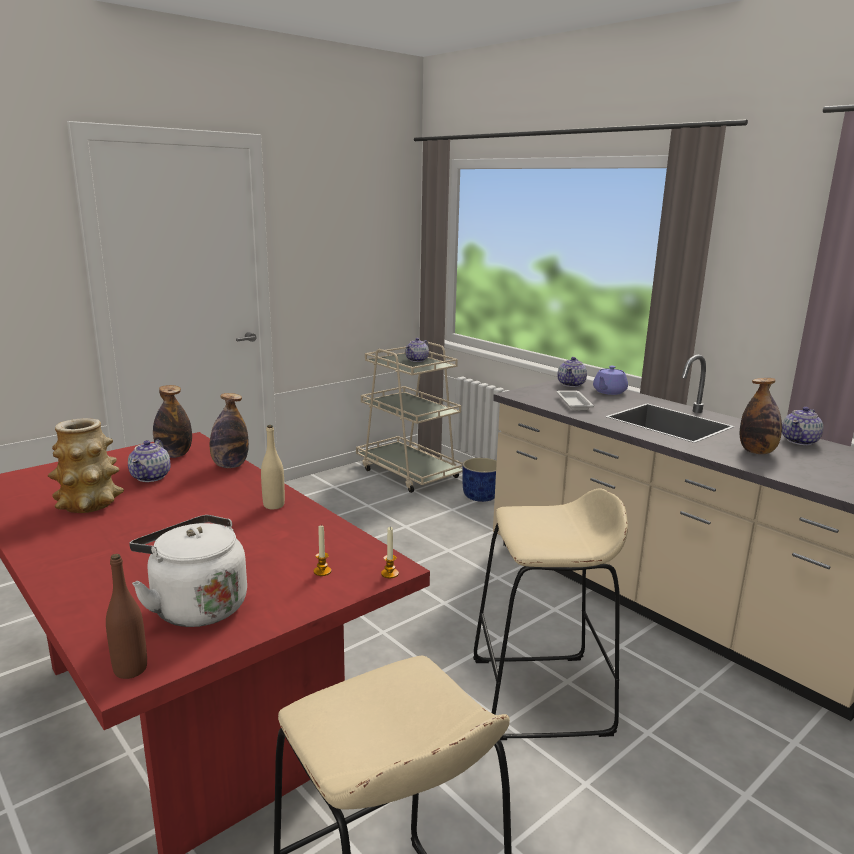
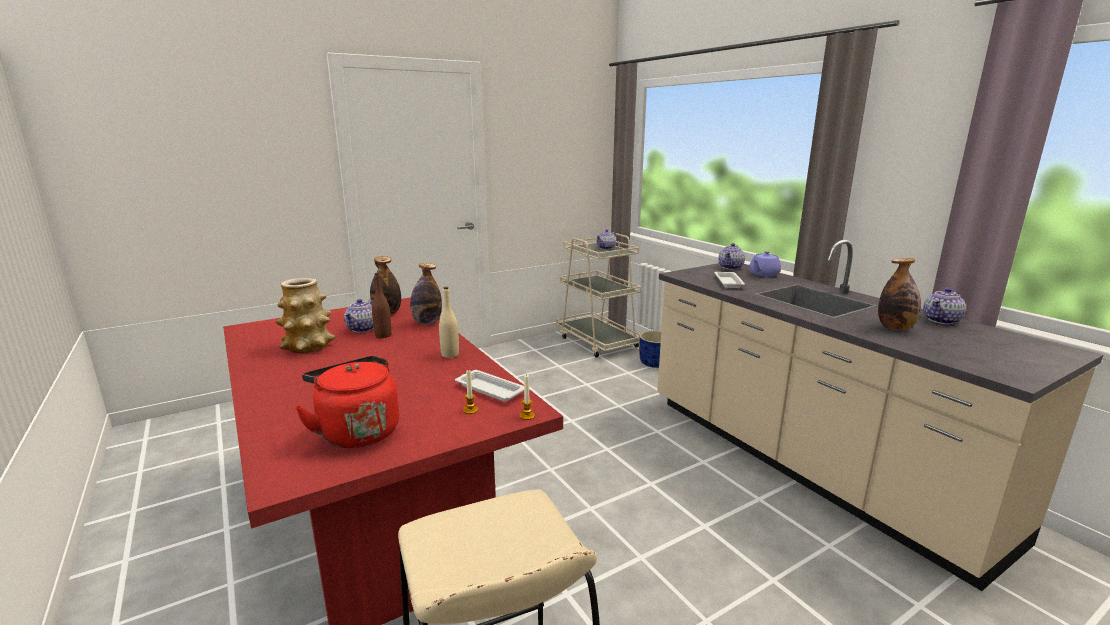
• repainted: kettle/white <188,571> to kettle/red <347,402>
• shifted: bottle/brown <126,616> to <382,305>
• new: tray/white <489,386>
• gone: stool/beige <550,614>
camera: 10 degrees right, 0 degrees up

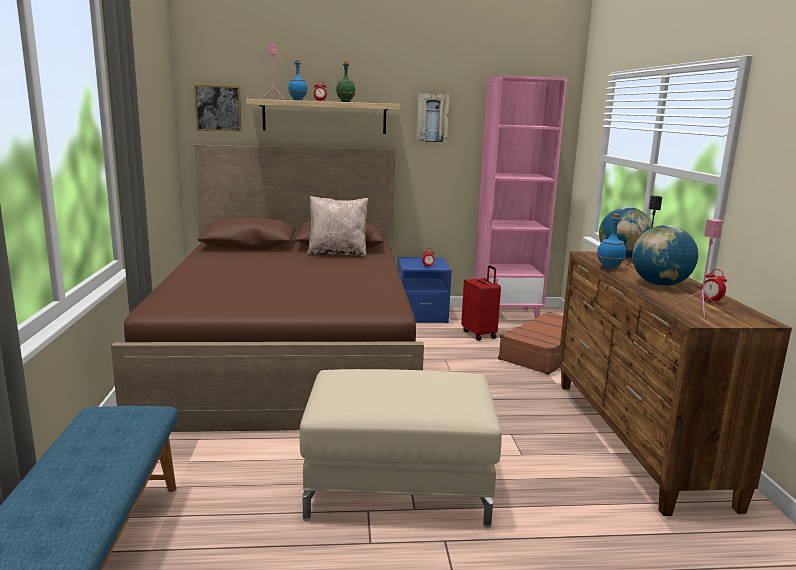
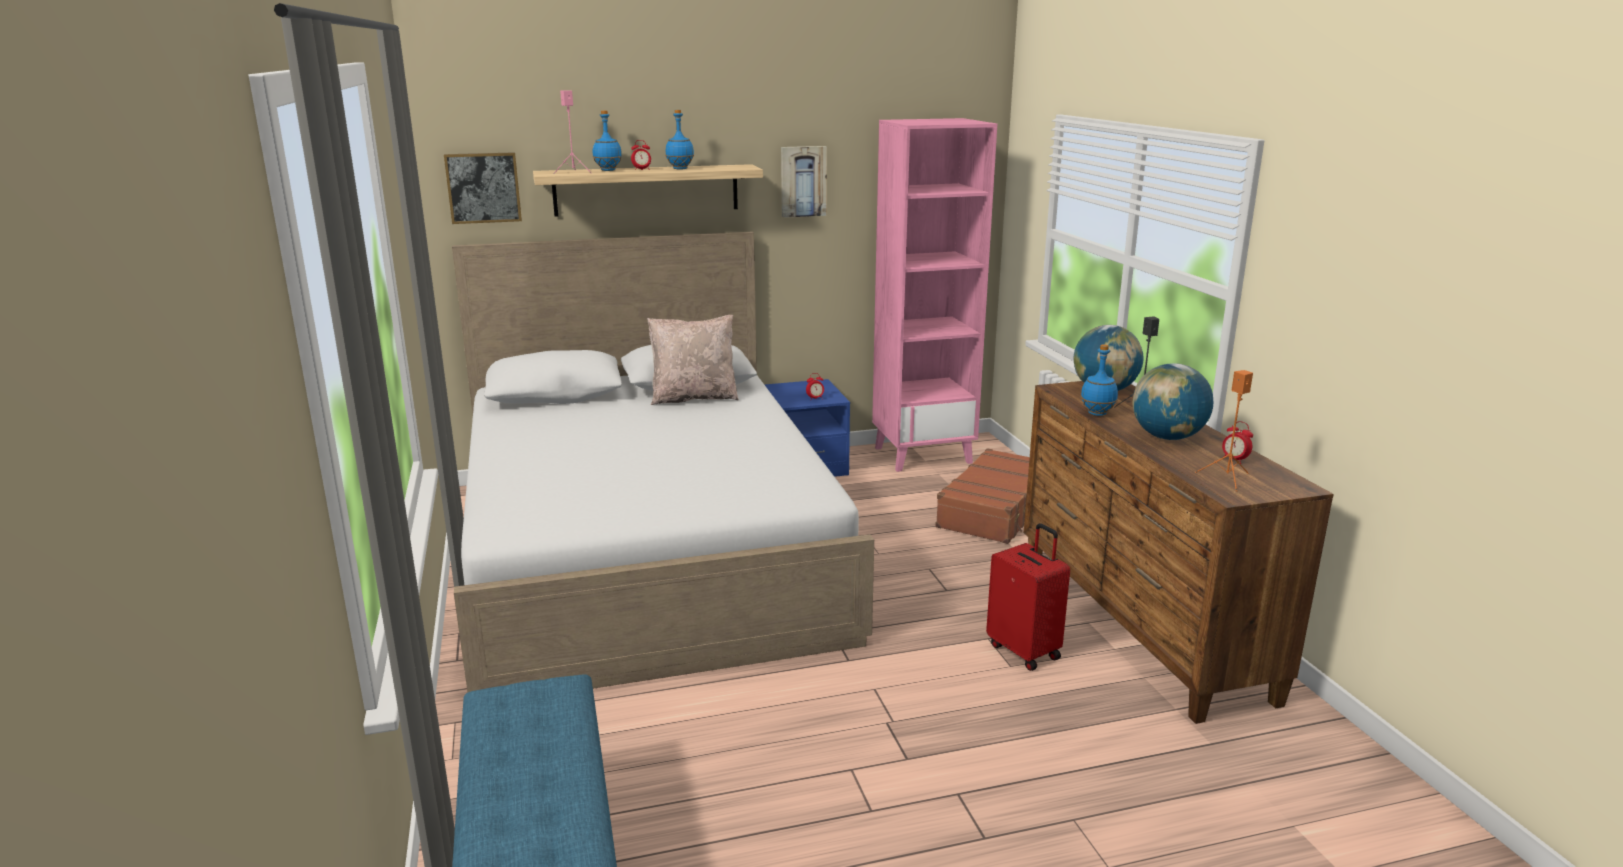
• repainted: bed/brown <267,288> to bed/white <663,462>
• repainted: bottle/green <345,82> to bottle/blue <679,140>
• shifted: suitcase/red <481,303> to <1028,597>
• repainted: speaker/pink <698,269> to speaker/orange <1224,430>
• gone: ottoman/beige <401,448>
camera: 10 degrees left, 5 degrees up

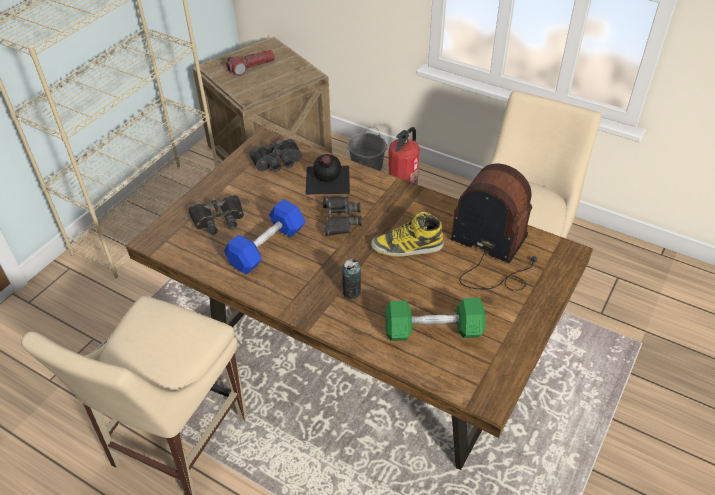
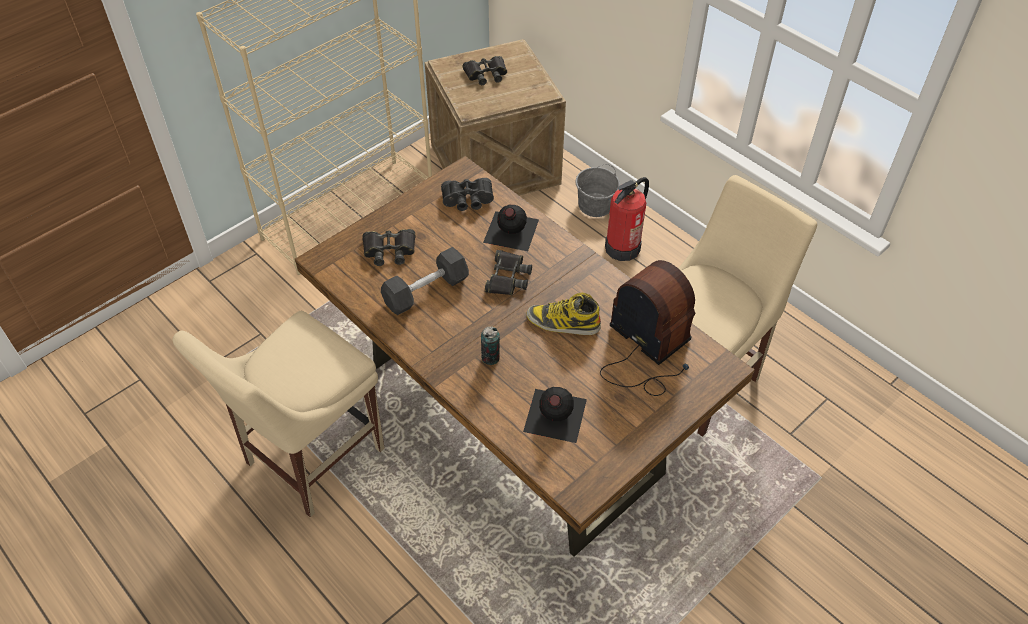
• repainted: dumbbell/blue <264,236> to dumbbell/grey <425,281>
• swapped: flashlight <250,63> to binoculars/black <484,70>
• swapped: dumbbell/green <435,319> to bottle/black <555,415>
camera: 15 degrees right, 5 degrees up

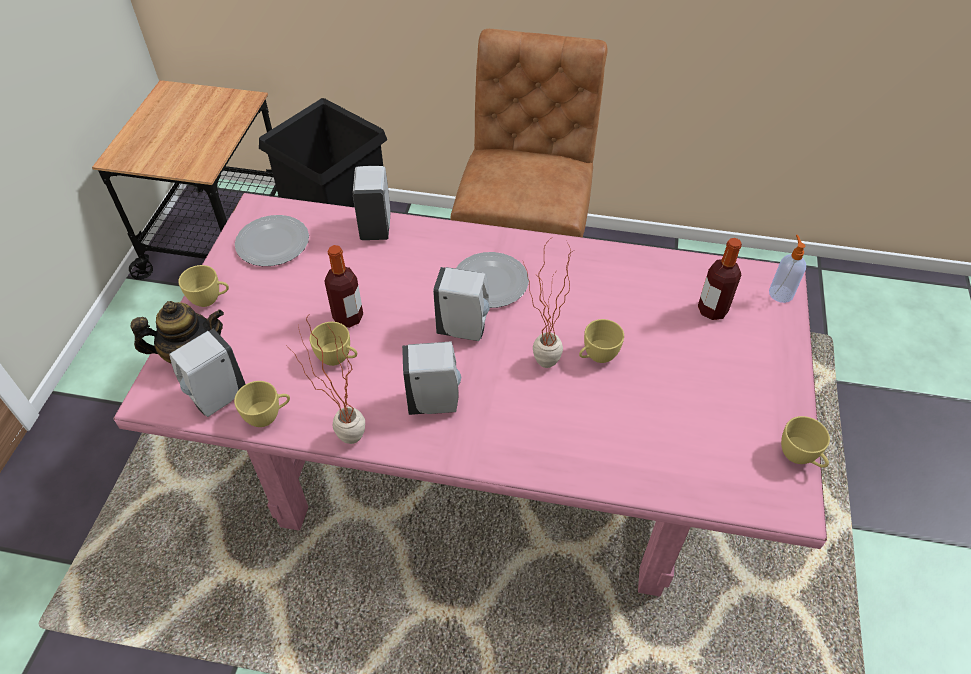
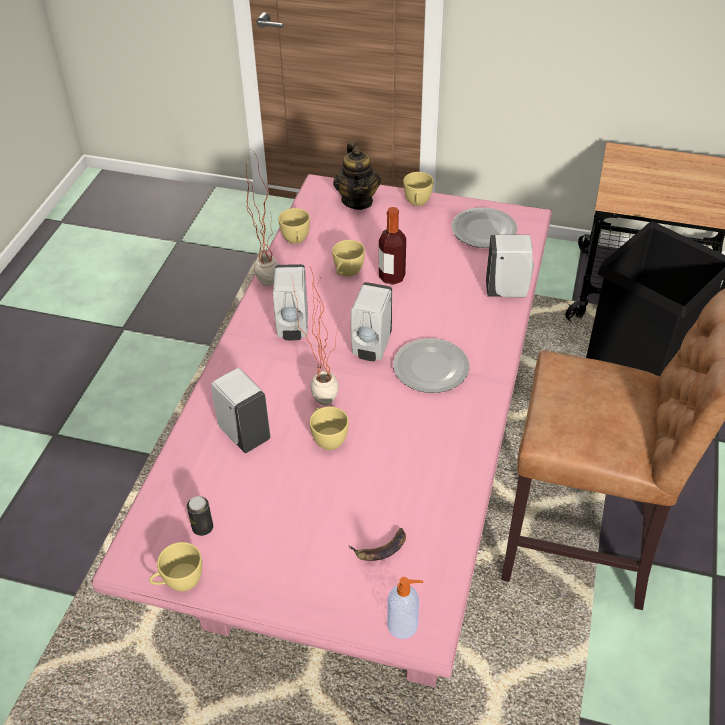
• new: can <200,516>
• shifted: soap dispenser/white <207,373> to <241,410>
• swapped: bottle <720,279> to banana <377,544>
camera: 95 degrees right, 5 degrees down

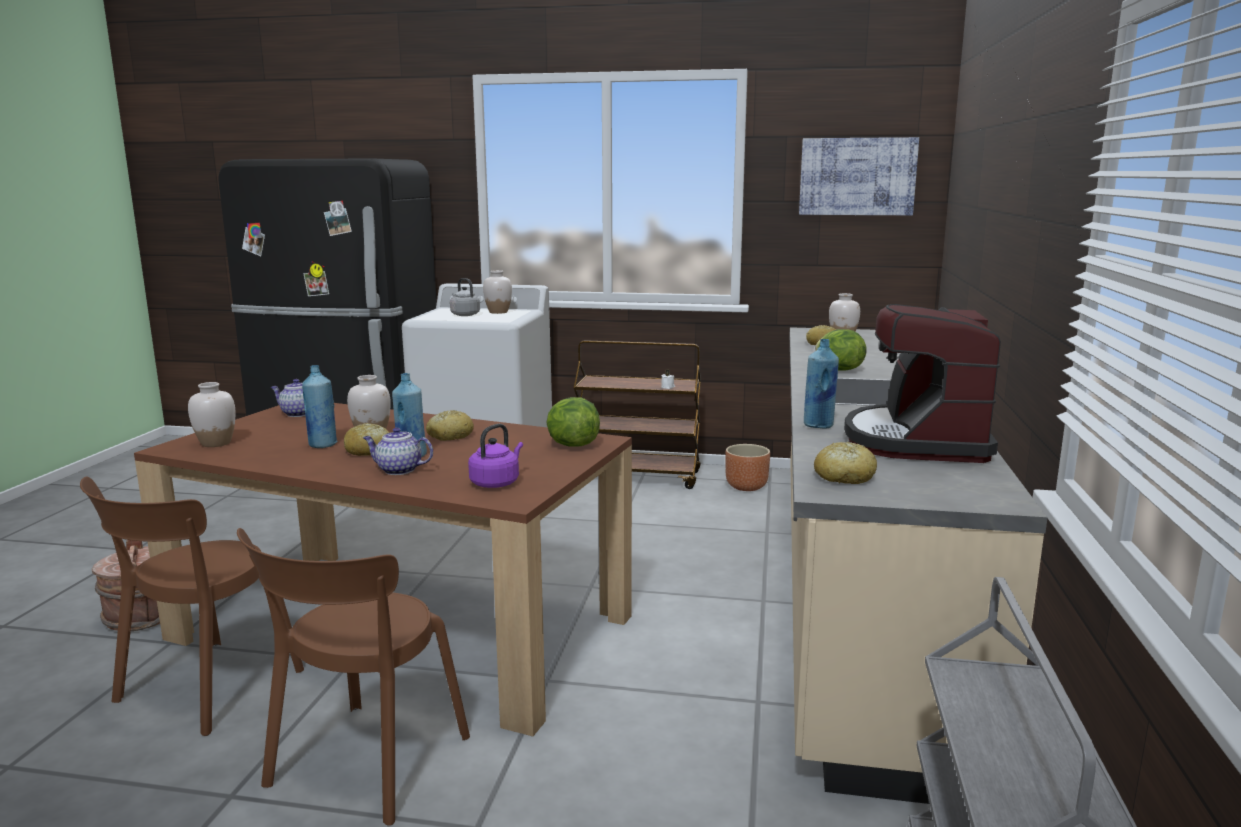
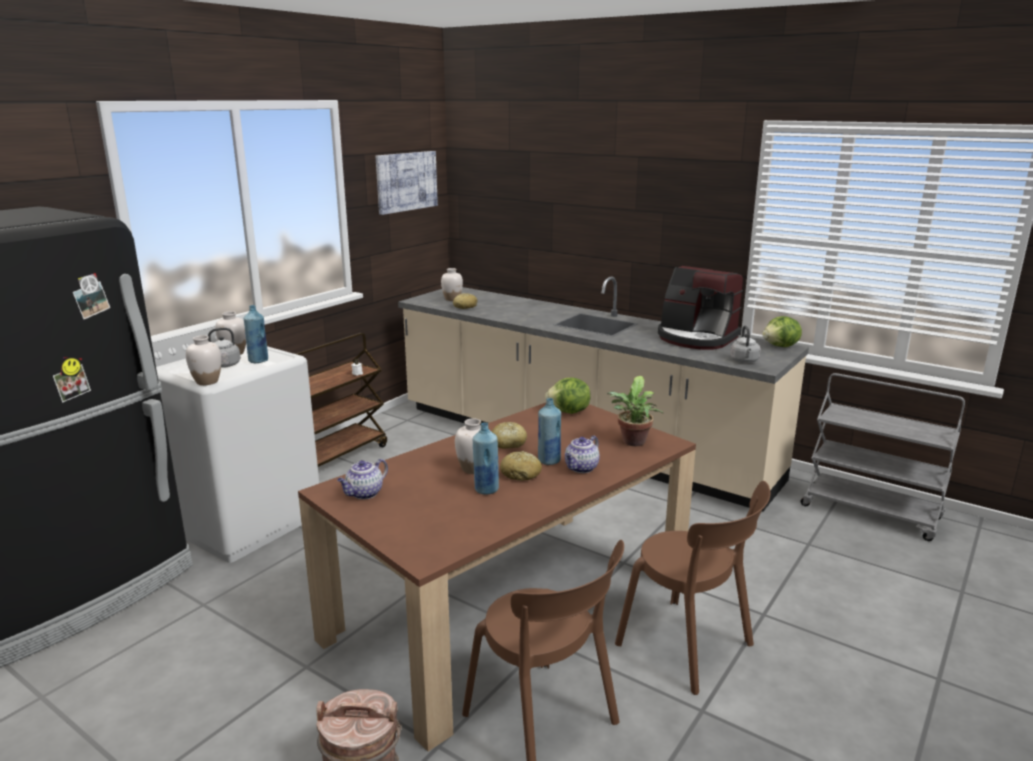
• shifted: vase/white <211,414> to <203,360>
• shifted: bottle/blue <821,383> to <256,334>
• swapped: kettle/purple <495,456> to potted plant <635,411>
• swapped: bread <845,463> to kettle/grey <745,344>
• shifted: lettuce <841,349> to <782,331>
• gone: planter/brown <747,467>
camera: 65 degrees left, 5 degrees up

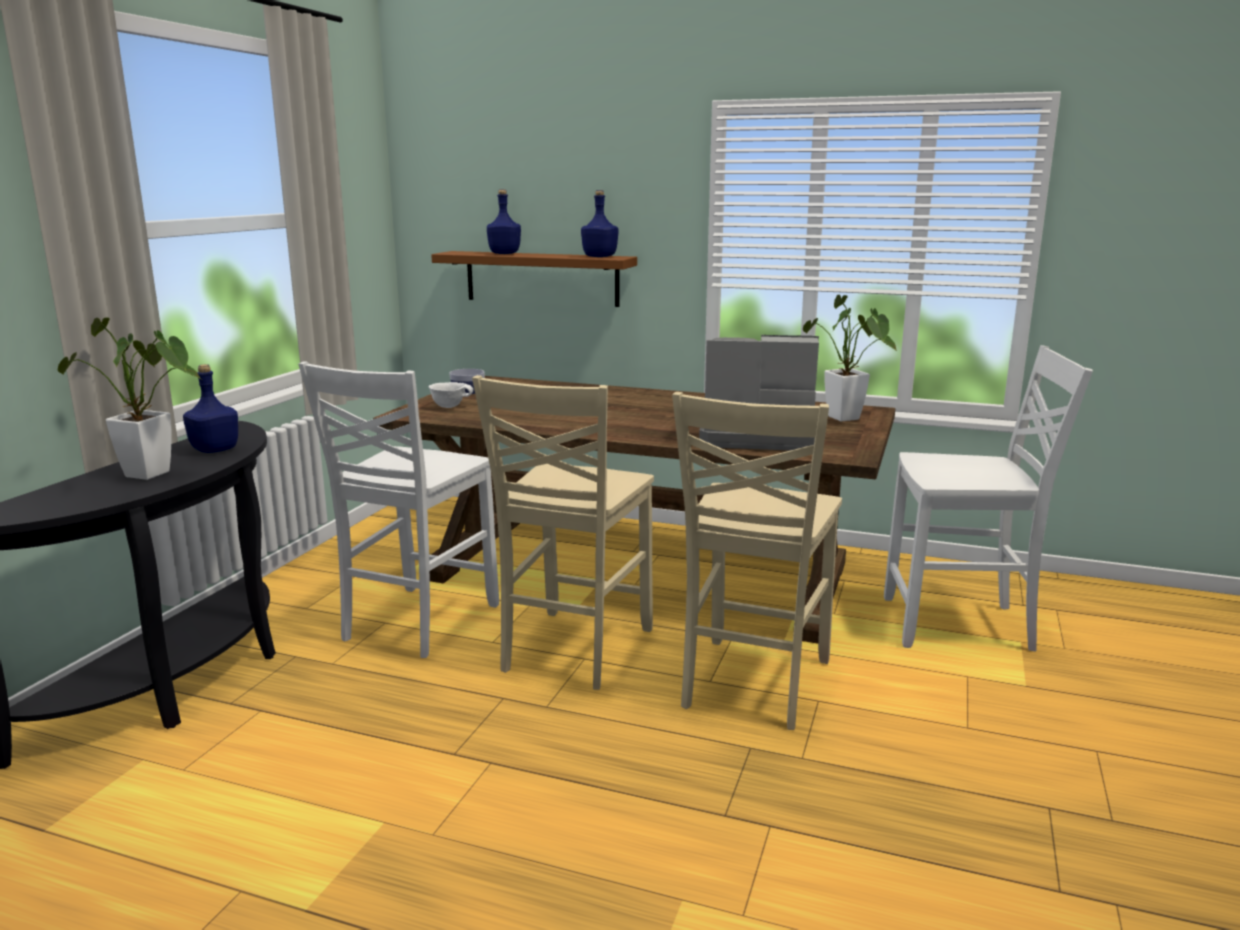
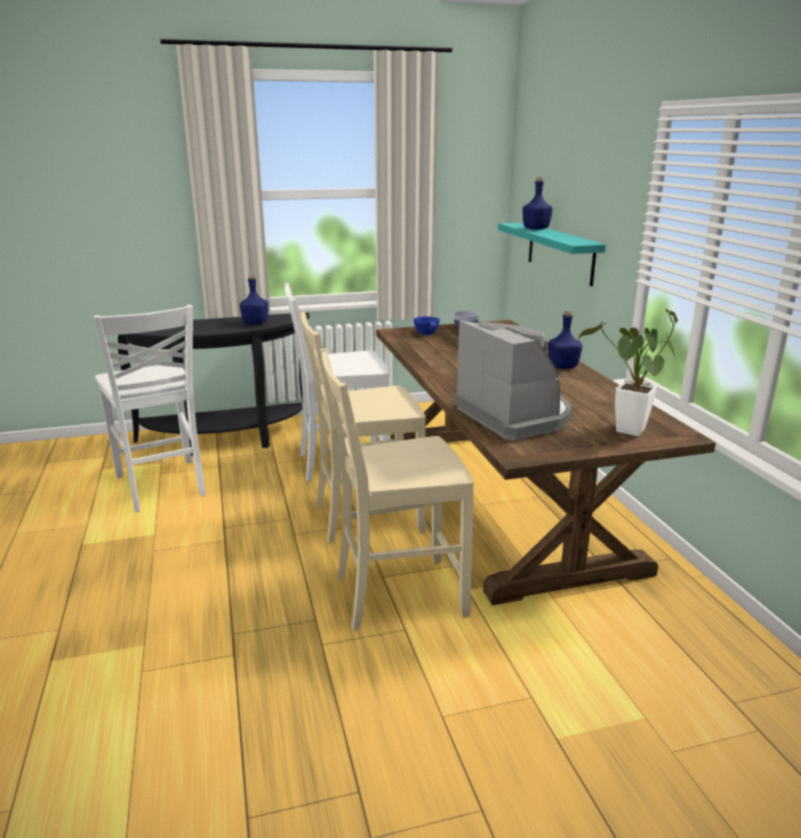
• shifted: chair/white <988,498> to <150,408>
• repainted: bowl/white <451,395> to bowl/blue <426,325>
• repainted: shelf/brown <534,279> to shelf/turquoise <552,254>
• shifted: bottle/blue <599,223> to <565,339>
• gone: potted plant <129,399>
camera: 55 degrees right, 5 degrees up

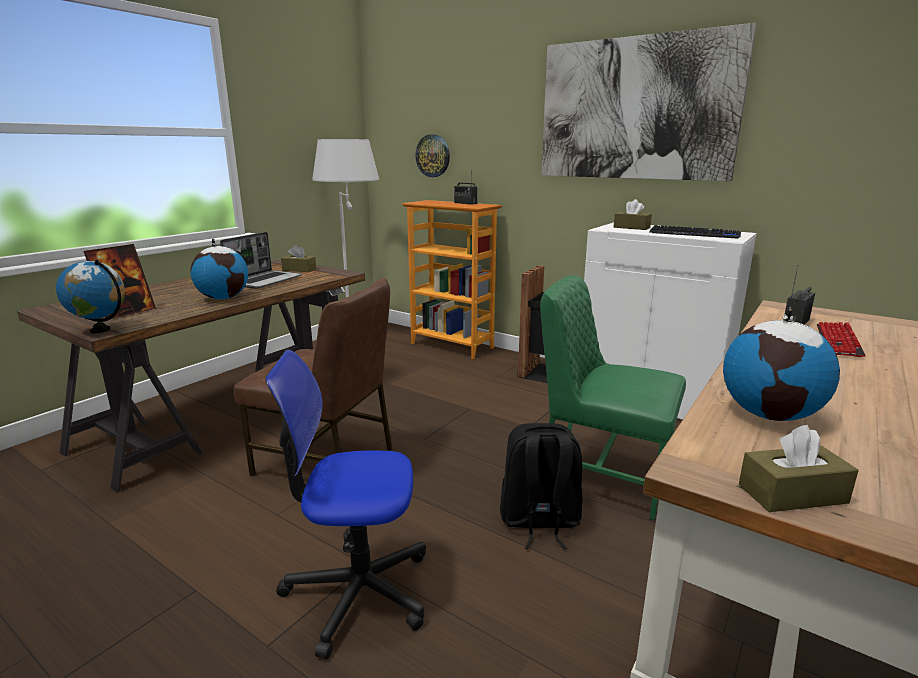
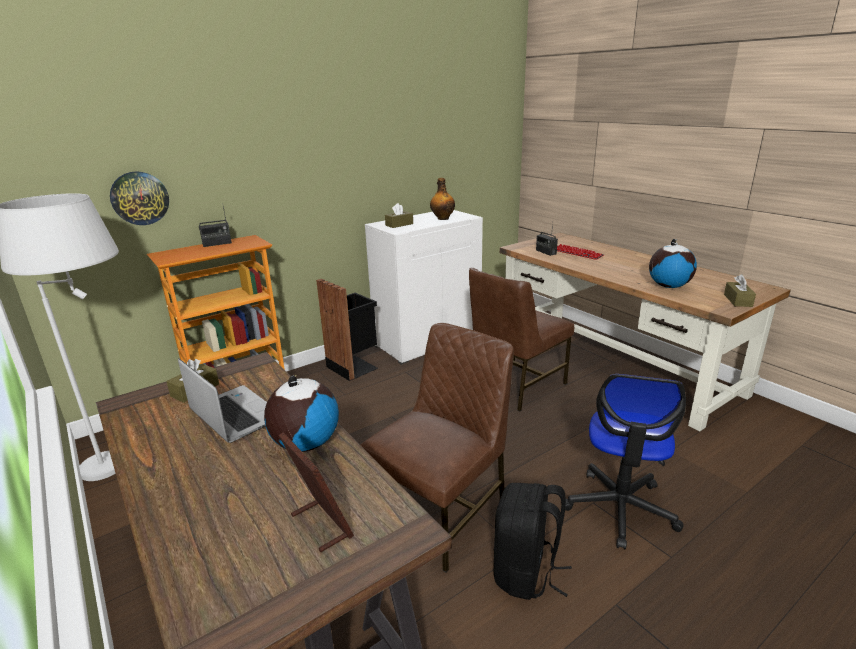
• swapped: keyboard <695,232> to bottle <442,199>
• repainted: chair/green <613,398> to chair/brown <521,340>
• shifted: backpack/black <541,486> to <533,541>
• gone: globe <90,296>
• gone: picture <649,102>
camera: 70 degrees left, 5 degrees up

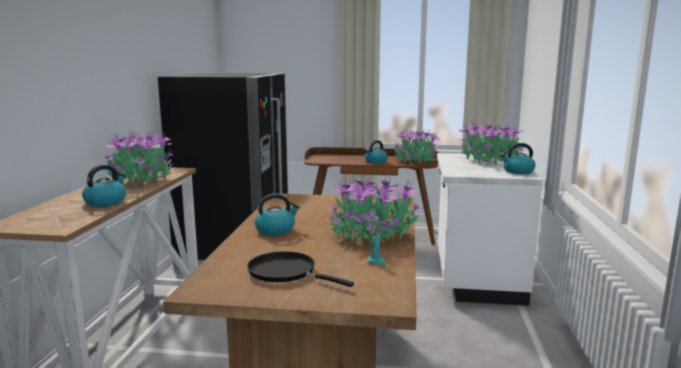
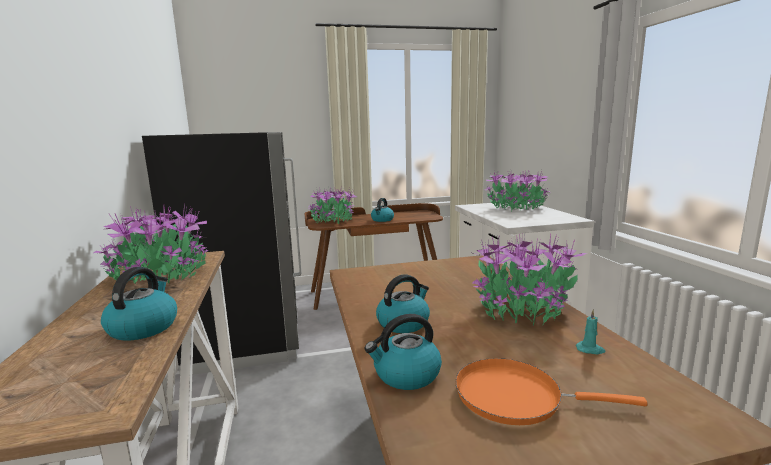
• shifted: potted plant <416,145> to <333,205>
• shifted: kettle <518,158> to <403,352>
• repainted: frying pan/black <300,269> to frying pan/orange <551,391>
camera: 20 degrees left, 0 degrees up

